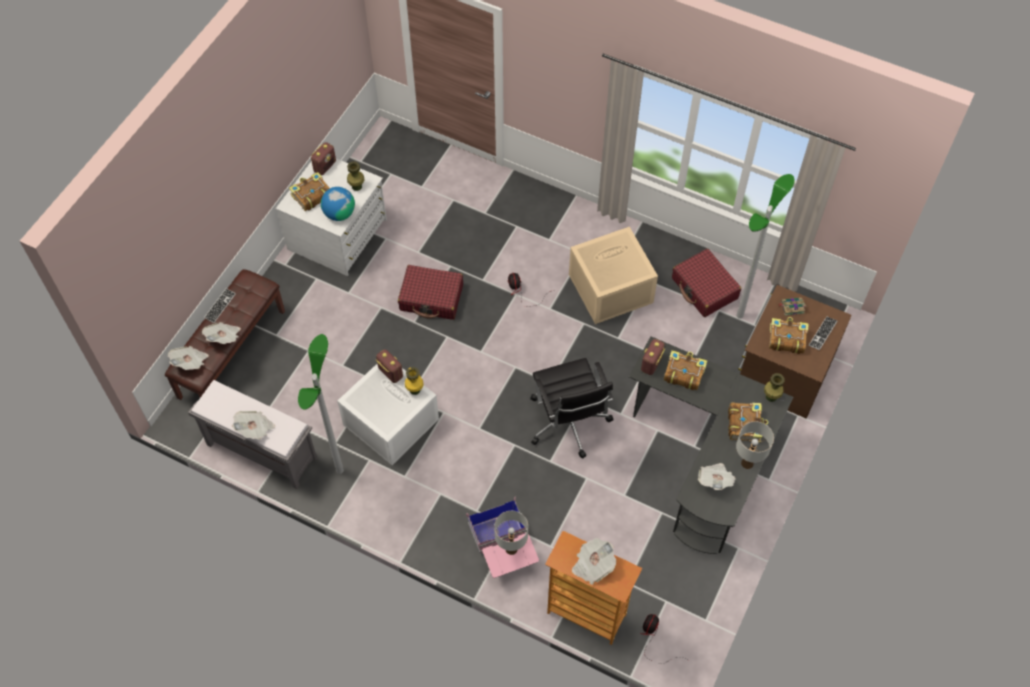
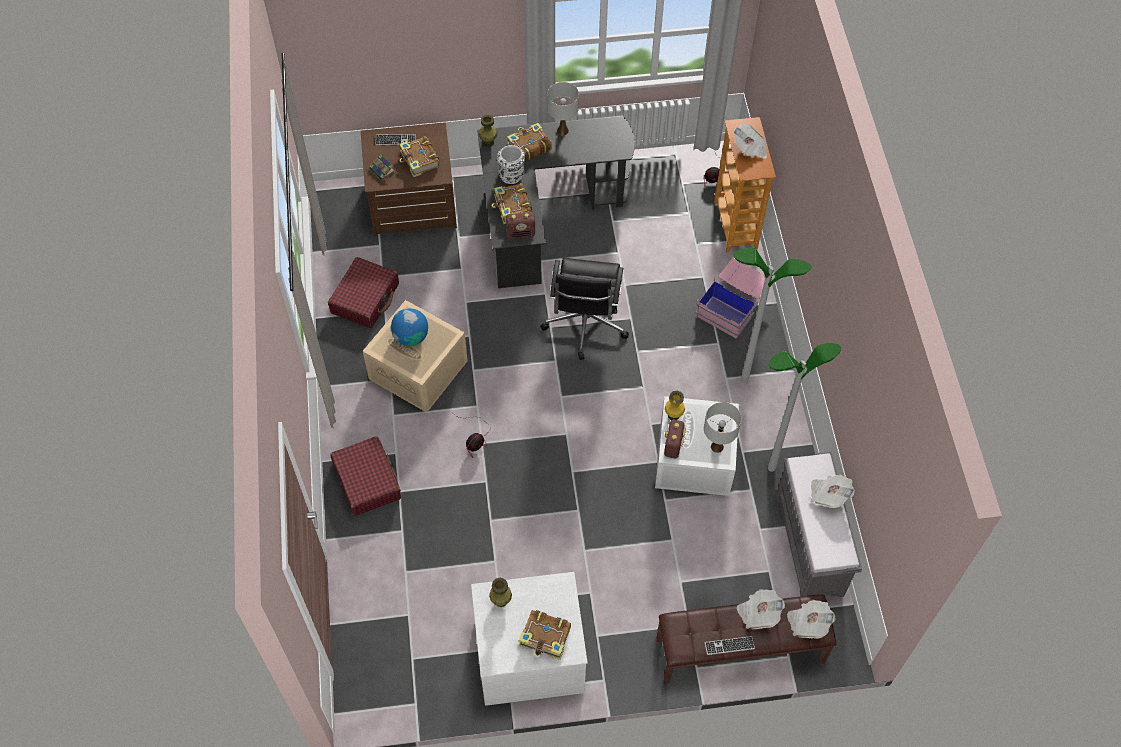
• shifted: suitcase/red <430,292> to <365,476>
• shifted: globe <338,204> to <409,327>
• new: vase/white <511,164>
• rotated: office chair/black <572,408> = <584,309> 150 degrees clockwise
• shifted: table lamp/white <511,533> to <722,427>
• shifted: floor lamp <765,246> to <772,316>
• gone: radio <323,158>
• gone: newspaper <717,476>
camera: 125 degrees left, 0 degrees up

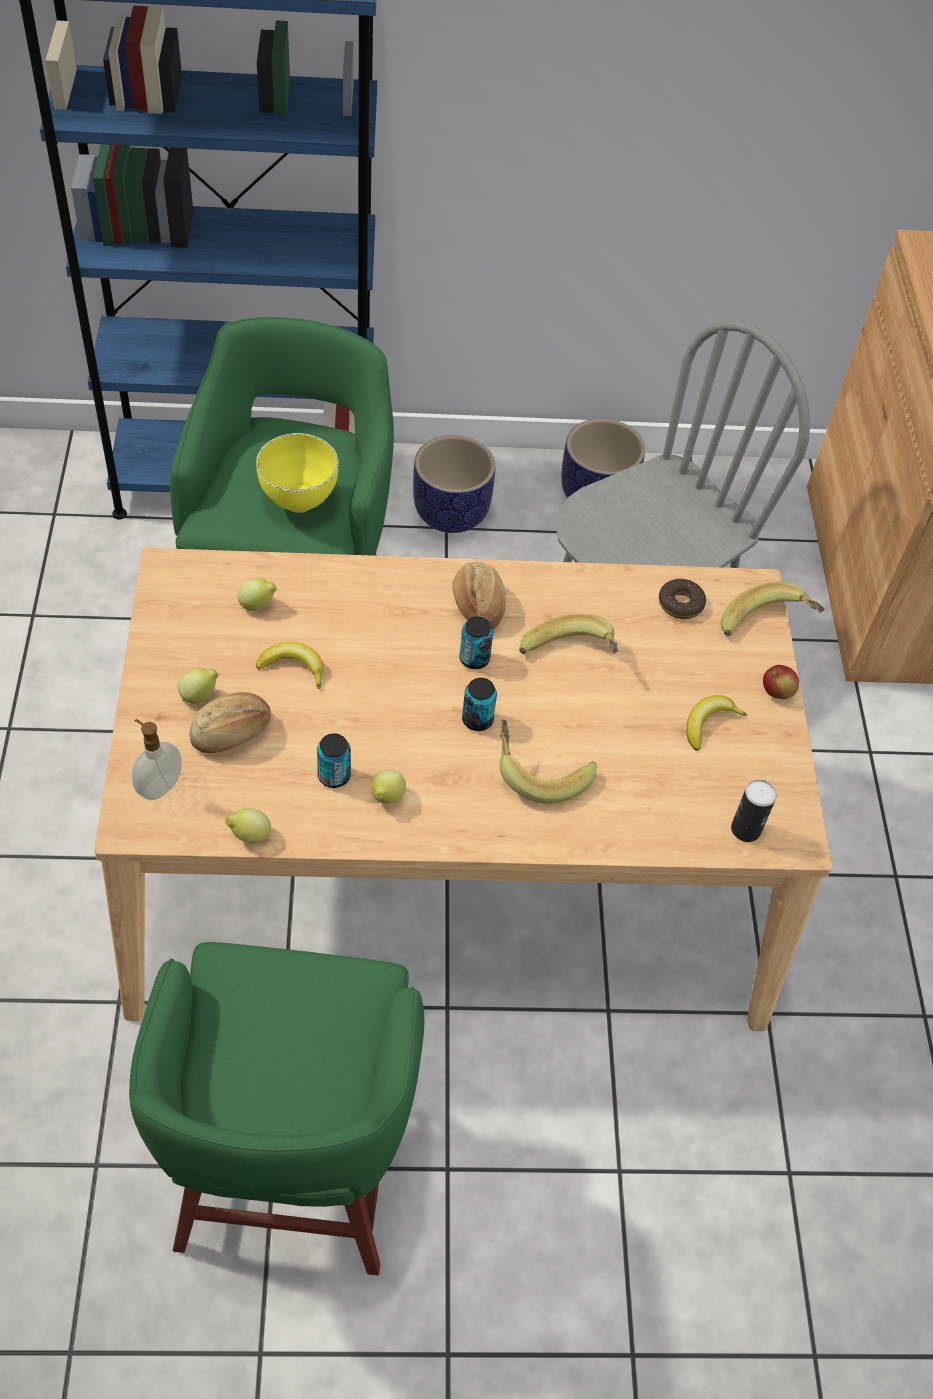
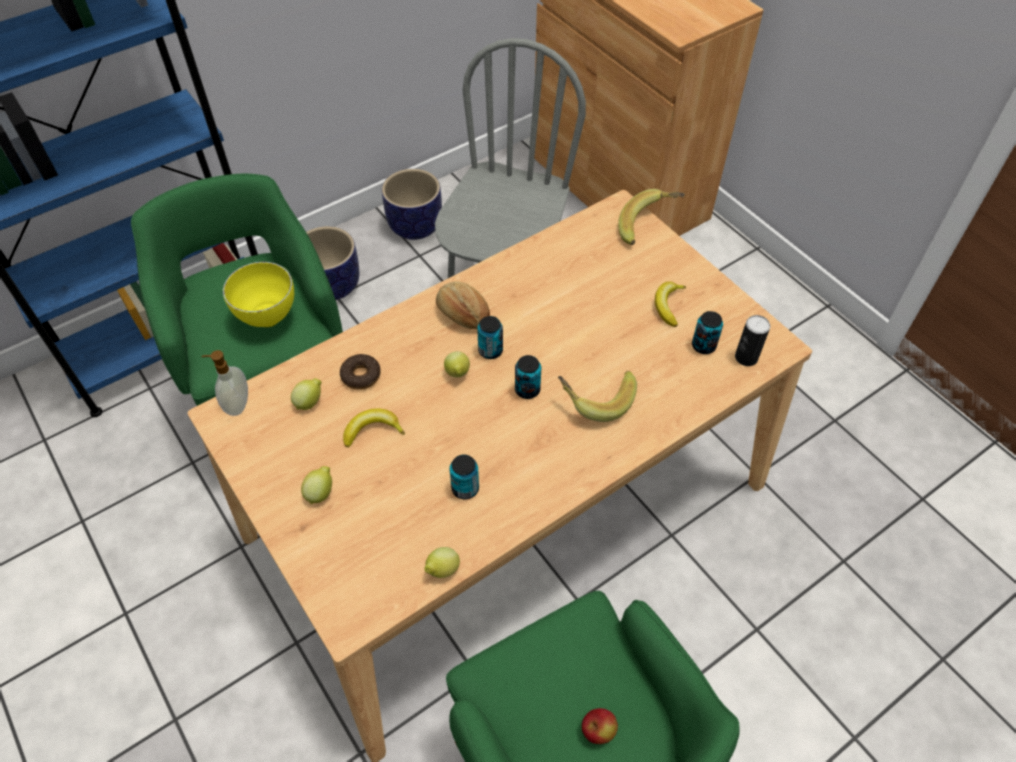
• shifted: soap dispenser <157,759> to <225,383>
• shifted: donut <682,599> to <360,372>
• shifted: lemon <388,787> to <457,364>
• shifted: apple <781,682> to <600,726>
• new: can <707,332>
• gone: bread <230,722>
• gone: banana <568,634>
camera: 30 degrees left, 0 degrees up

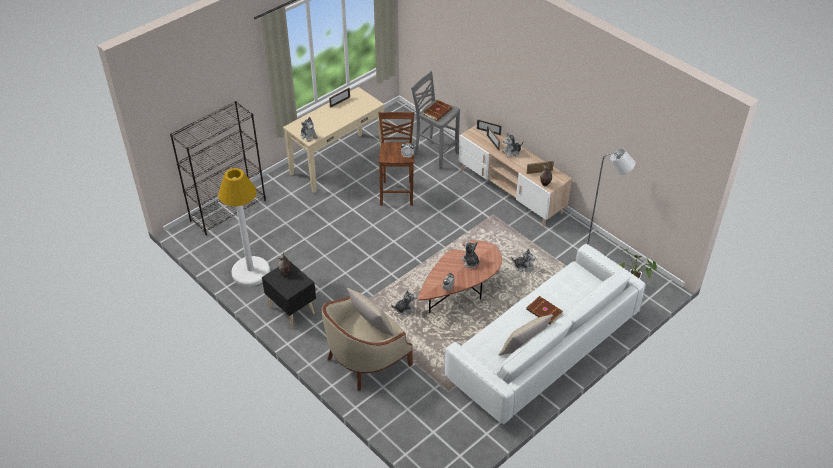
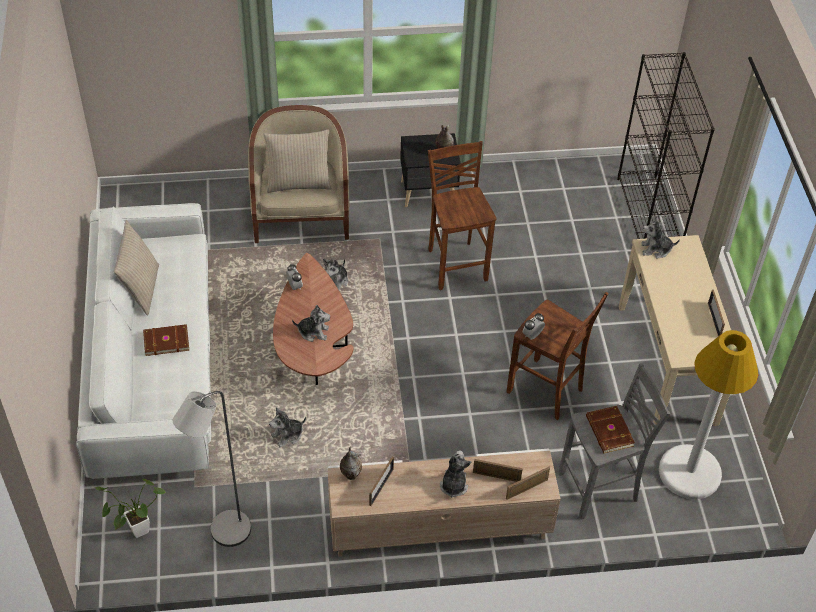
• new: stool/brown <462,215>
• shifted: floor lamp/white <244,227> to <708,414>
camera: 125 degrees right, 5 degrees up

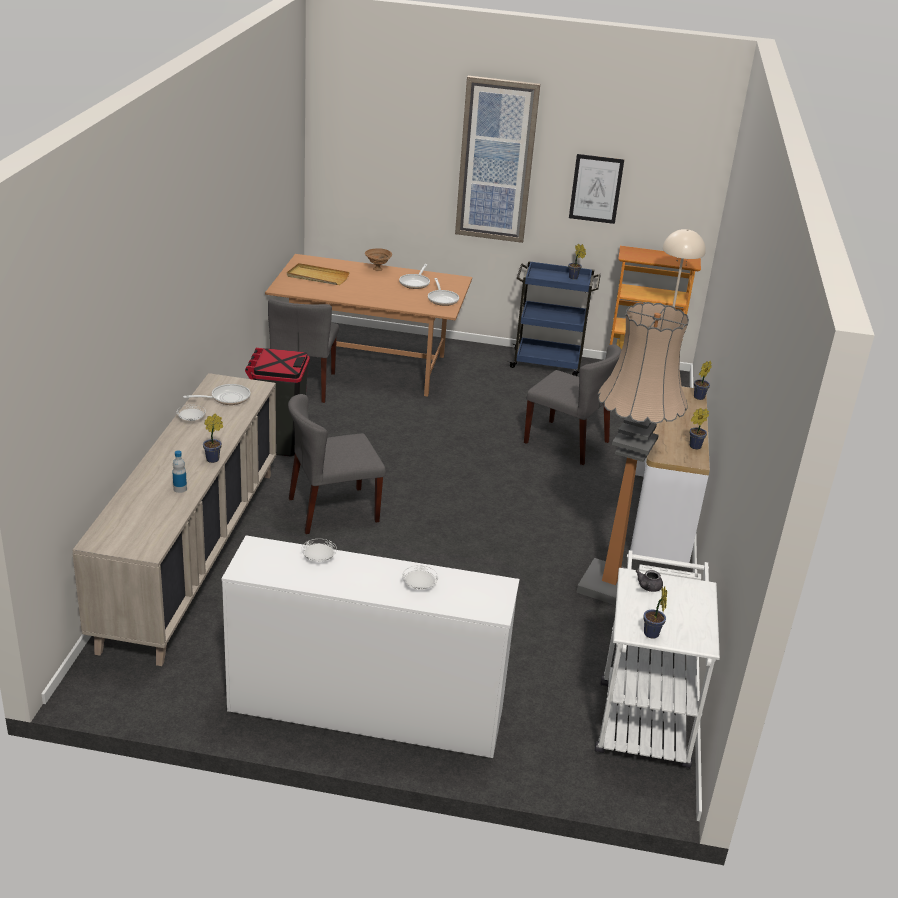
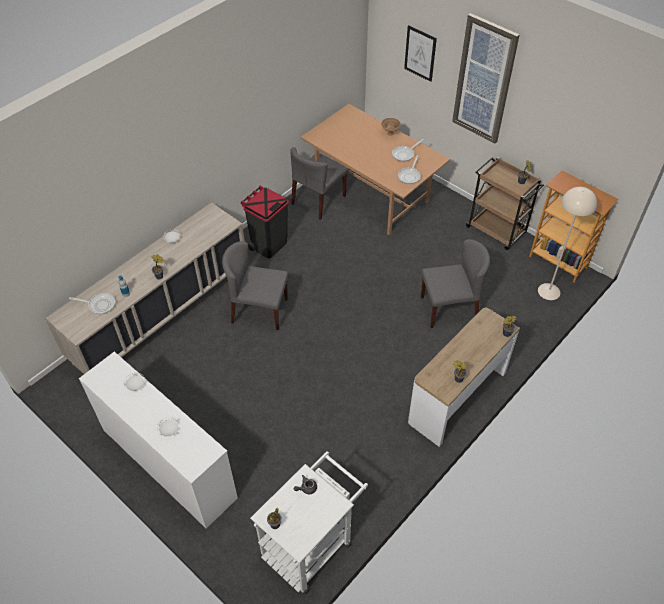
• shifted: frying pan <216,394> to <92,303>
• shifted: picture <596,189> to <420,53>
• rotated: chair/grey <573,404> = <455,283> 75 degrees counterclockwise
• repainted: cart/blue <554,318> to cart/brown <504,203>
• gone: tray/beige <318,274>
• gone: floor lamp <632,453>
camera: 35 degrees right, 20 degrees up

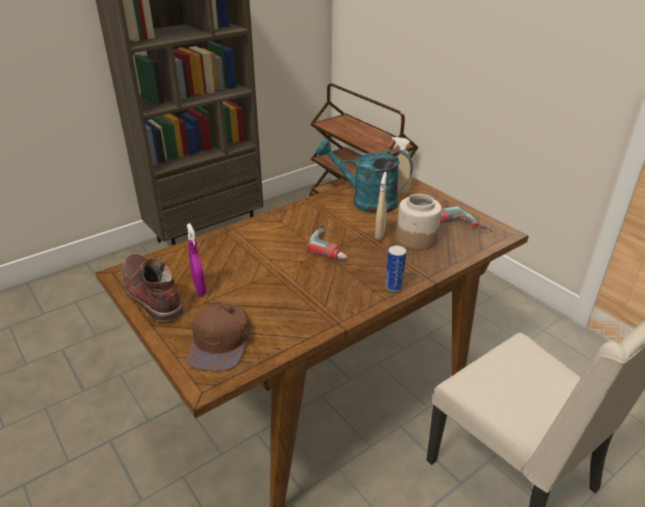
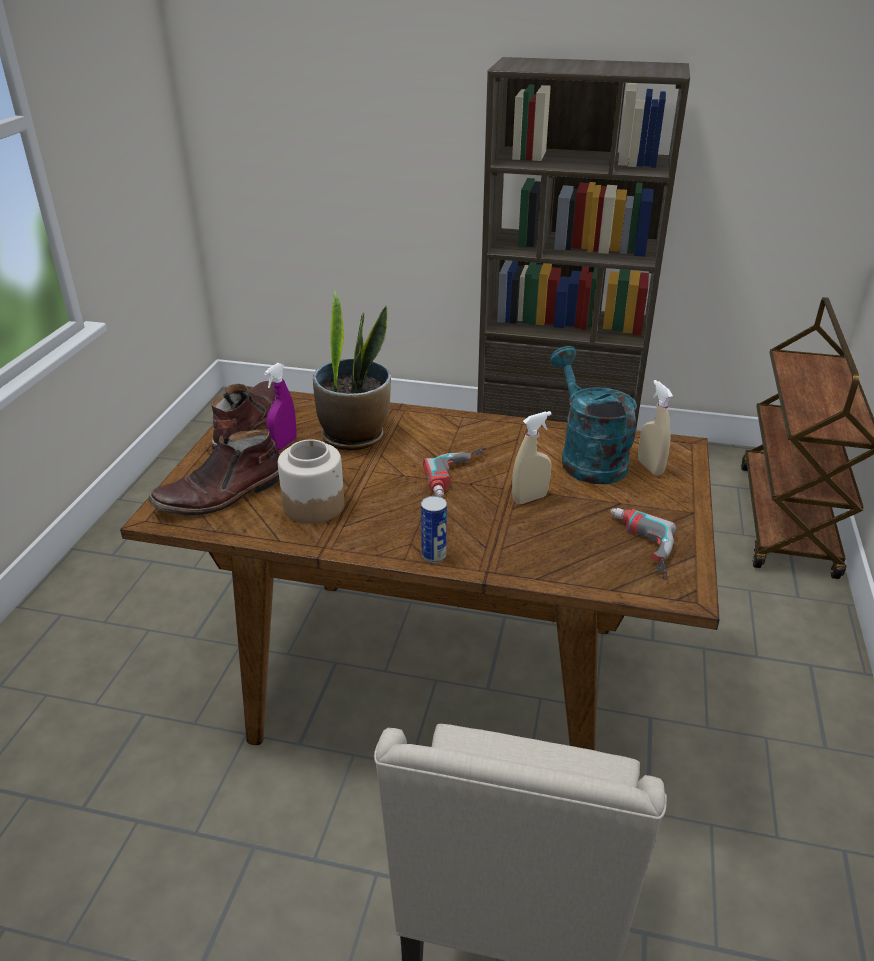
• swapped: cap/brown <219,336> to boot/brown <214,472>
• shifted: jar <419,222> to <311,481>
• new: potted plant <352,370>
camera: 50 degrees right, 0 degrees up

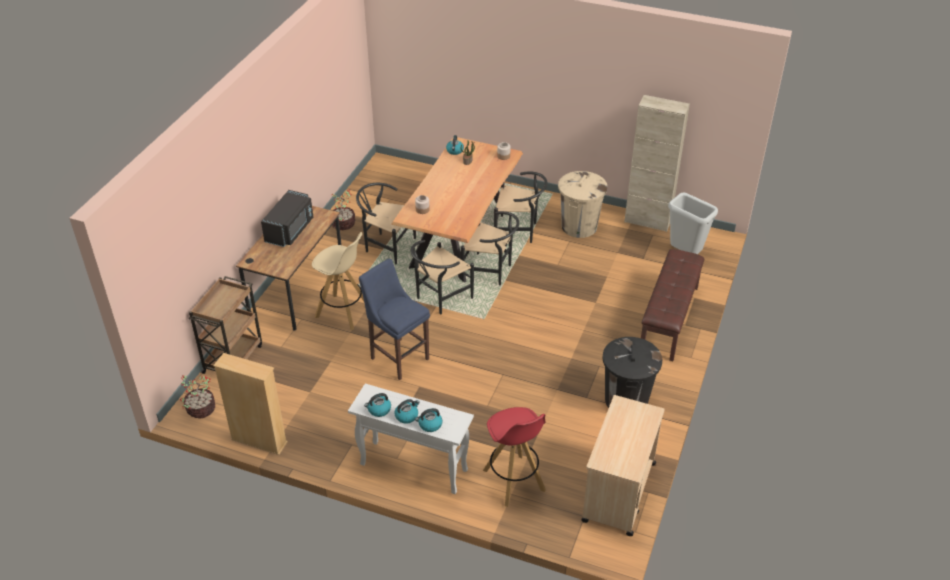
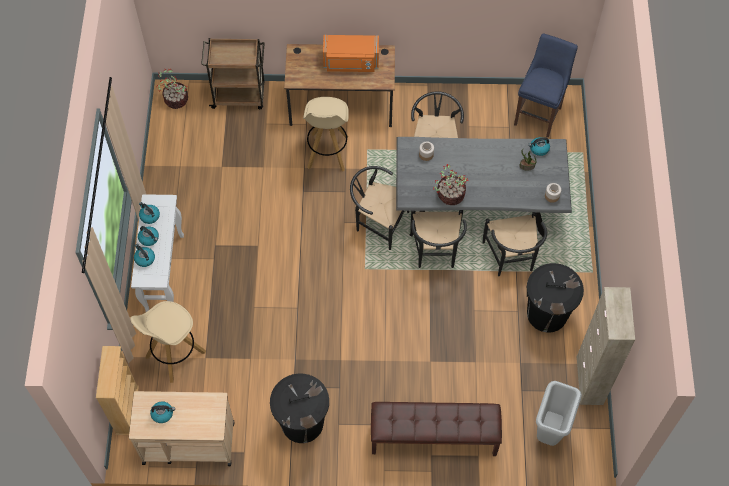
• shifted: bookcase/beige <250,404> to <117,390>
• repainted: stool/red <514,457> to stool/beige <168,342>
• new: kettle <162,412>
• repainted: microwave/black <287,218> to microwave/orange <351,53>
• repainted: dining table/brown <457,210> to dining table/grey <484,187>
• shifted: potted plant <343,209> to <451,184>
• shifted: stool/blue <394,319> to <546,85>
• repainted: trash can/beige <582,204> to trash can/black <555,298>
camera: 70 degrees right, 20 degrees up

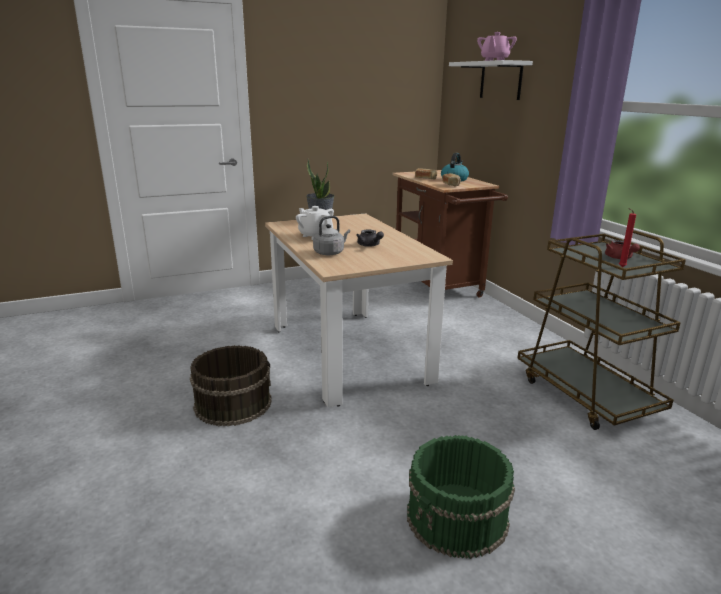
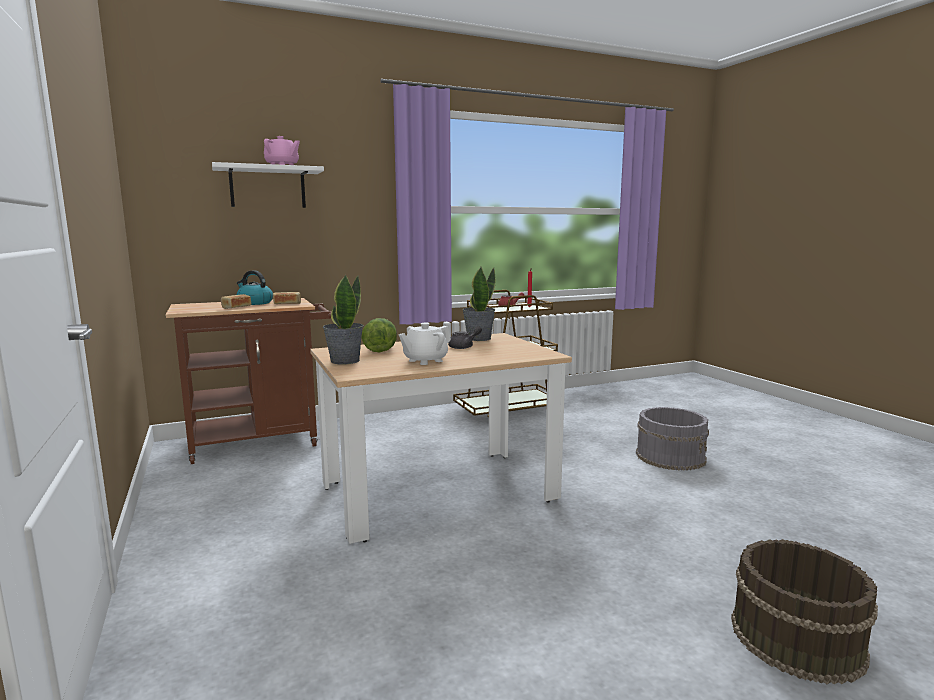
• new: lettuce <379,335>
• new: potted plant <478,304>
• repainted: bucket/green <461,497> to bucket/grey <672,439>
• shifted: bucket/brown <231,385> to <804,611>
• gone: kettle/grey <331,235>
camera: 90 degrees left, 10 degrees down

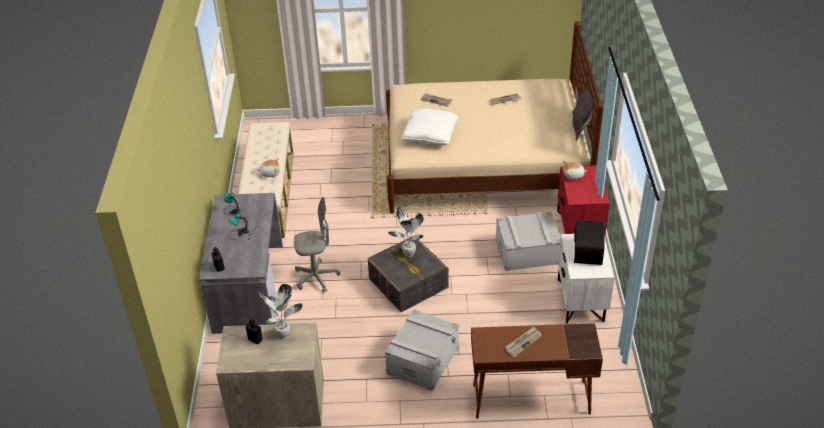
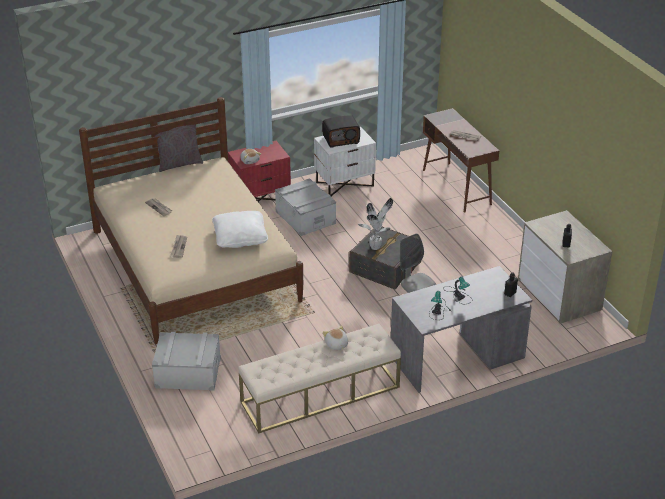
• shifted: storage box/grey <422,350> to <186,361>
• gone: potted plant <280,311>
camera: 115 degrees left, 5 degrees down

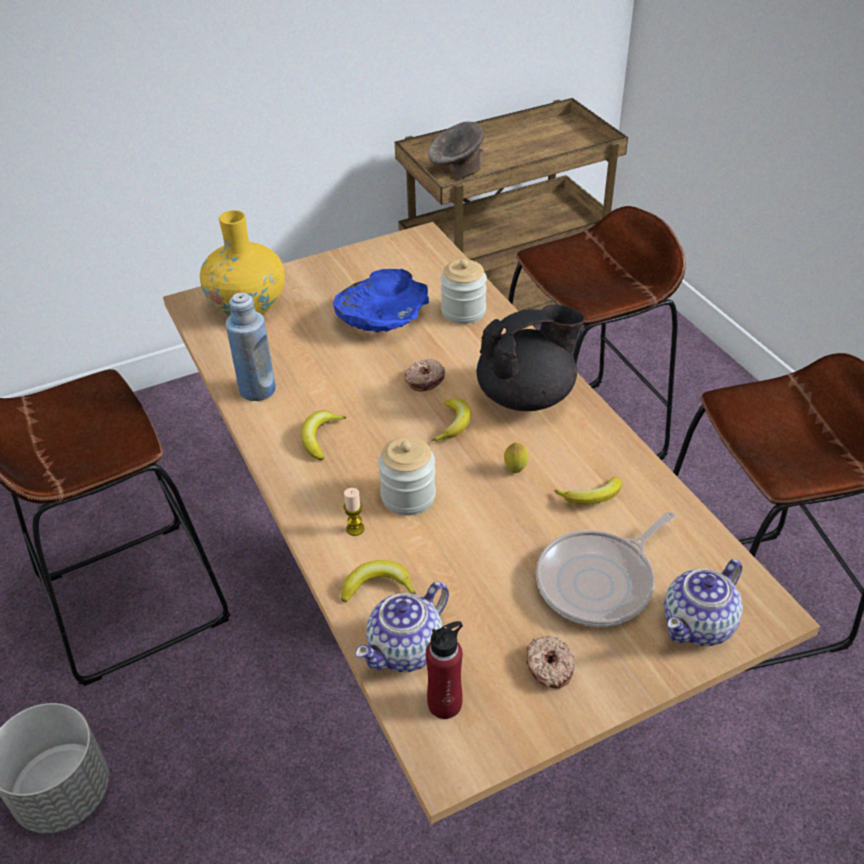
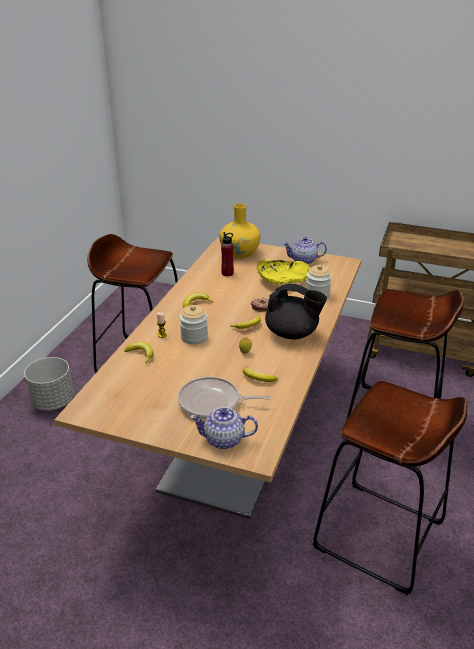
• shifted: bottle/red <444,670> to <227,254>
• repainted: bowl/blue <381,301> to bowl/yellow <283,272>
• shifted: teapot <402,627> to <305,250>
• gone: bottle/blue <250,346>
• gone: bowl/grey <456,150>
• gone: donut <550,662>
camera: 45 degrees right, 10 degrees down

